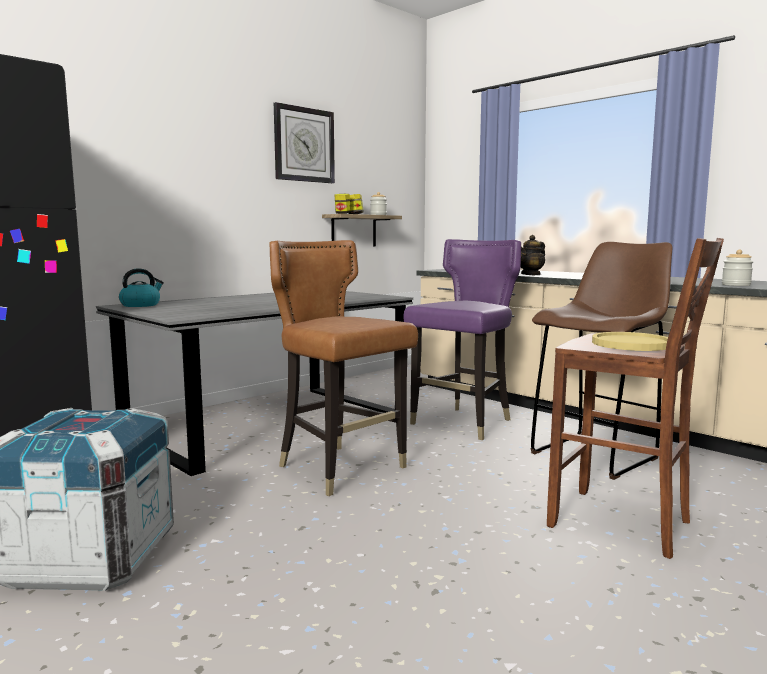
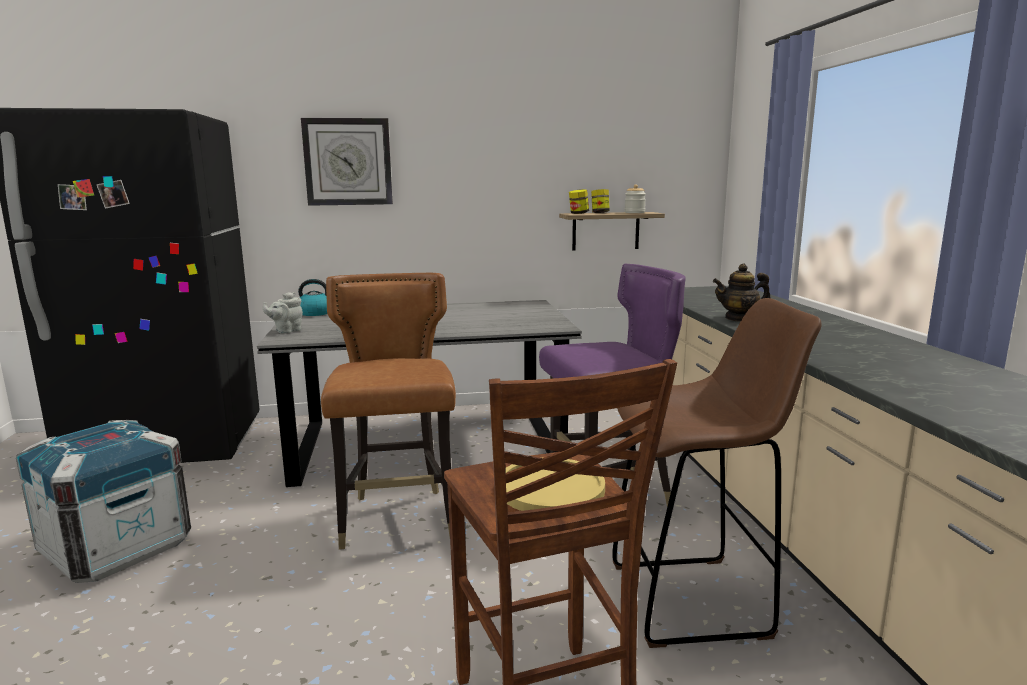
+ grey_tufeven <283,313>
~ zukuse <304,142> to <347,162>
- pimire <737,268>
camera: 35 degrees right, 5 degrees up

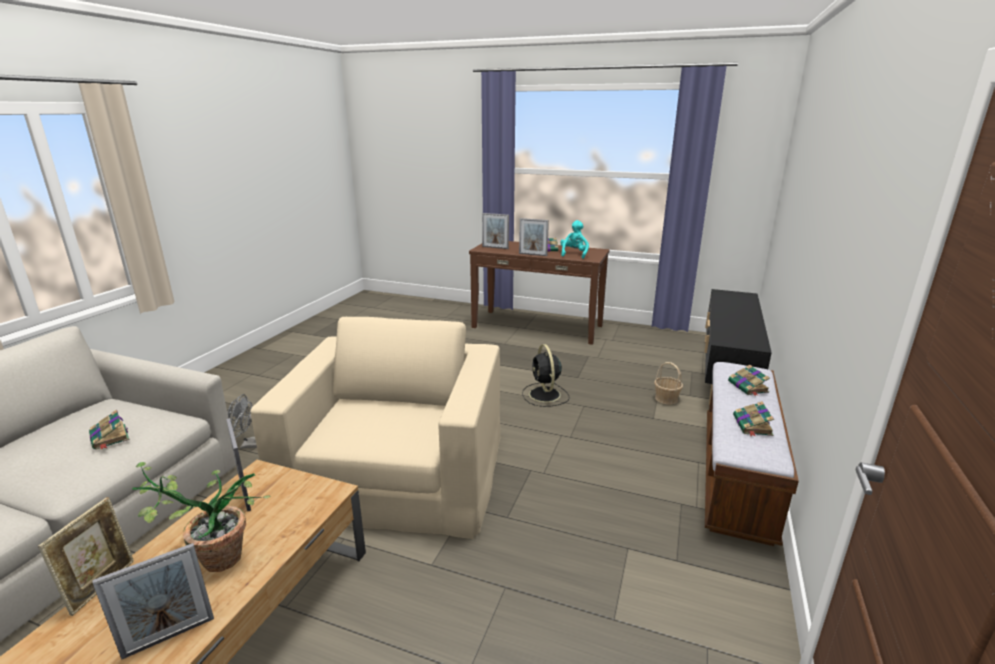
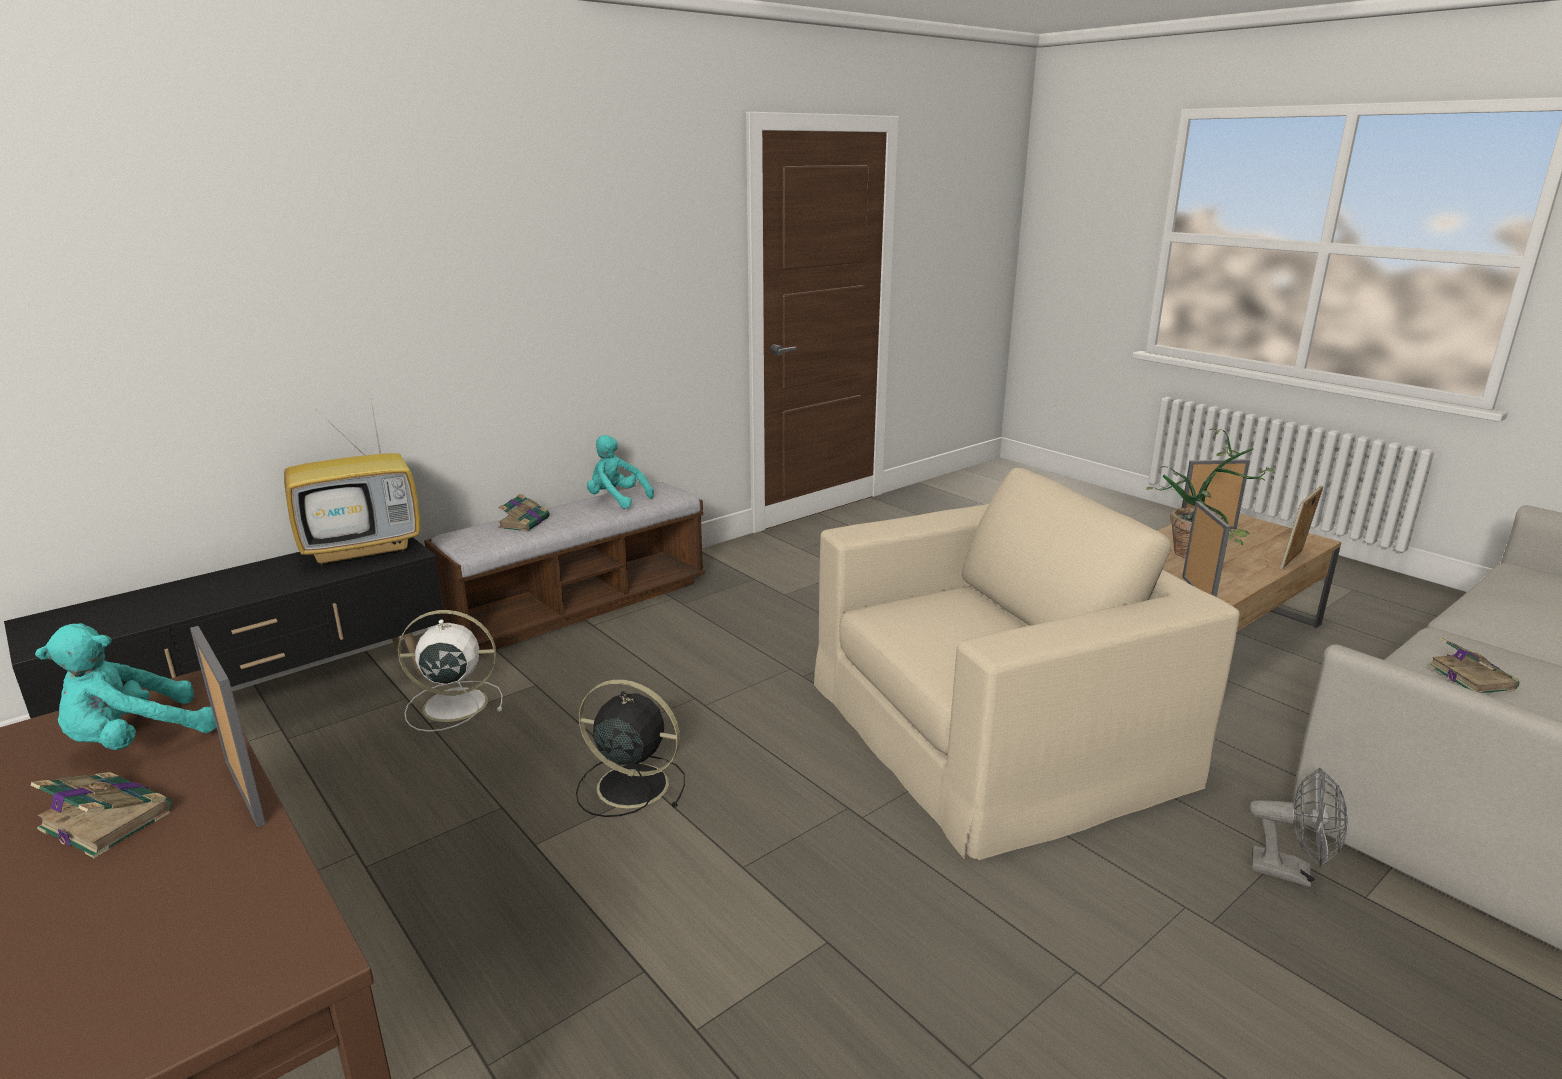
+ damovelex <352,477>
~ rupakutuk <668,383> to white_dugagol <450,671>
~ black_dugagol <545,375> = <630,748> 90 degrees counterclockwise
~ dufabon <753,419> to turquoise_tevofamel <620,472>
~ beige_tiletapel <375,428> = <1027,664> 150 degrees counterclockwise
- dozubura <495,231>
camera: 150 degrees left, 0 degrees up

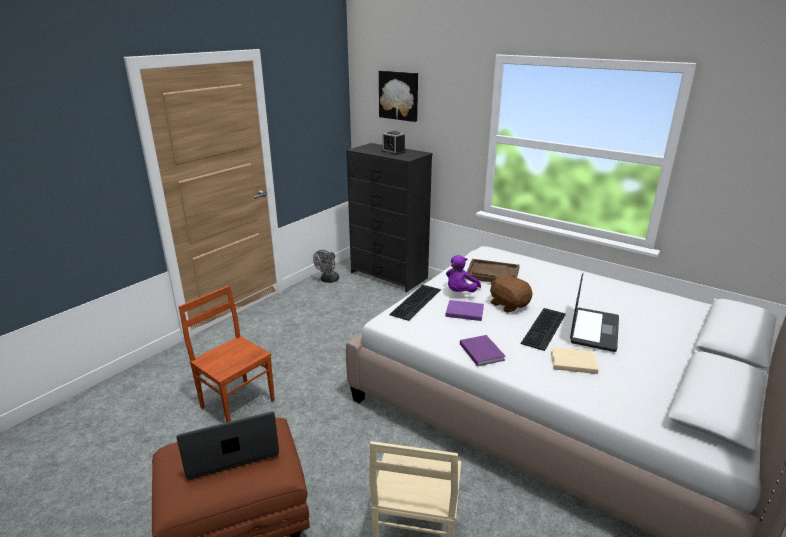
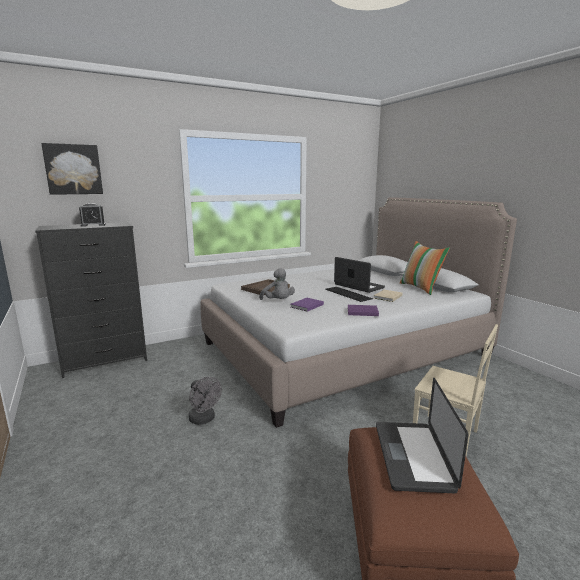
~ grey_dugagol <326,266> to <205,401>
~ purple_tevofamel <463,273> to grey_tevofamel <277,284>
+ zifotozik <425,268>
- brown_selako <227,354>
- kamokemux <415,303>
- brown_tevofamel <511,293>
camera: 65 degrees left, 10 degrees down

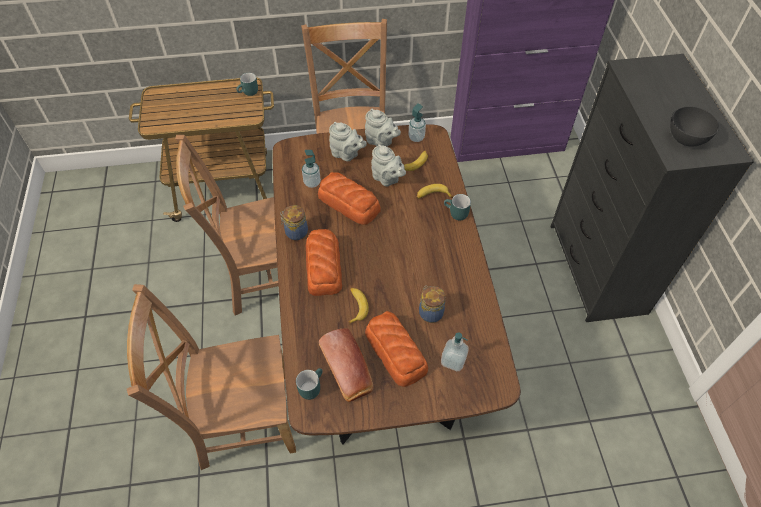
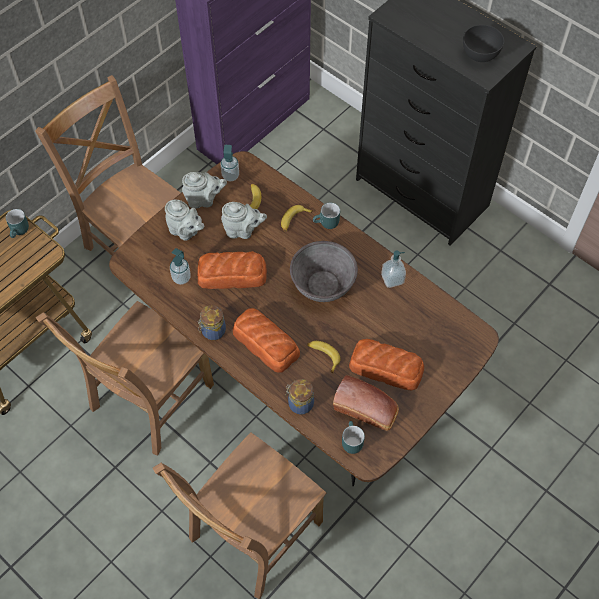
~ grey_tufeven <348,141> = <184,220> 45 degrees clockwise
~ pimire <432,304> to <300,397>
+ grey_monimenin <324,271>
~ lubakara <455,351> to <393,269>
camera: 40 degrees left, 5 degrees up

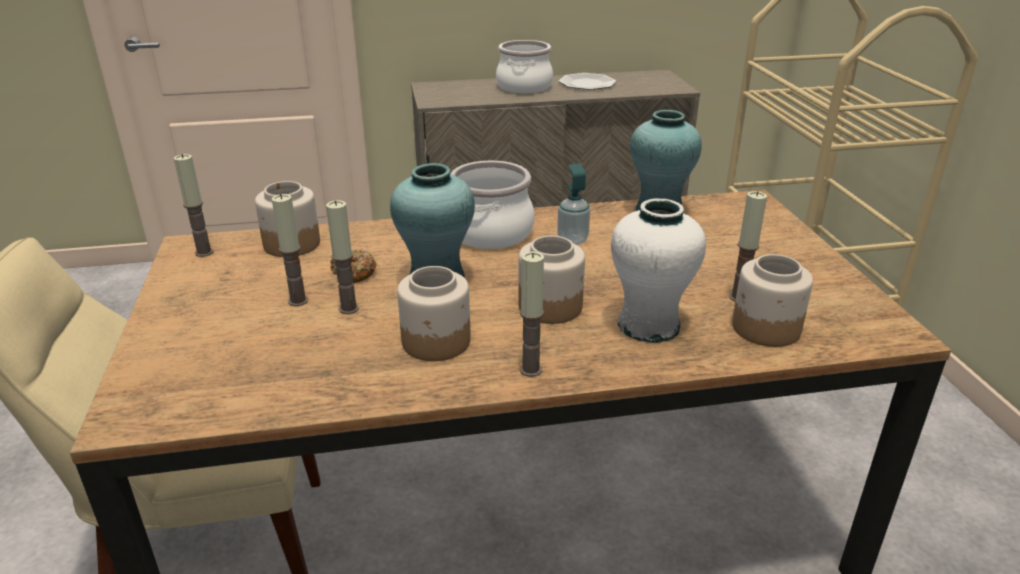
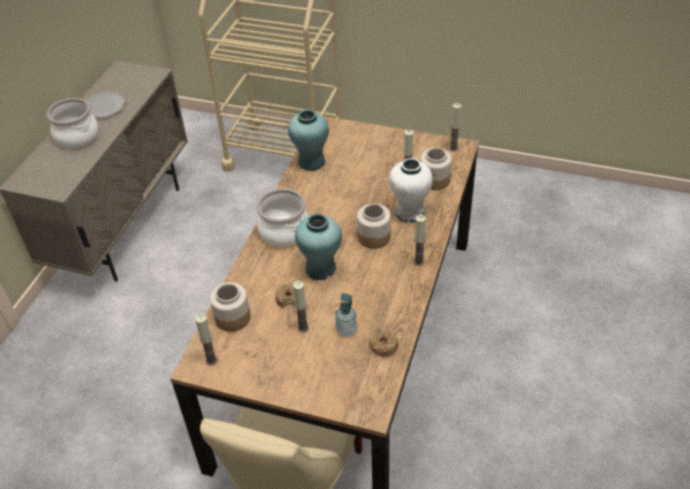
~ lubakara <573,204> to <346,315>
+ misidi <384,343>
~ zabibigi <342,257> to <455,127>
- pimire <434,313>
camera: 60 degrees left, 15 degrees up

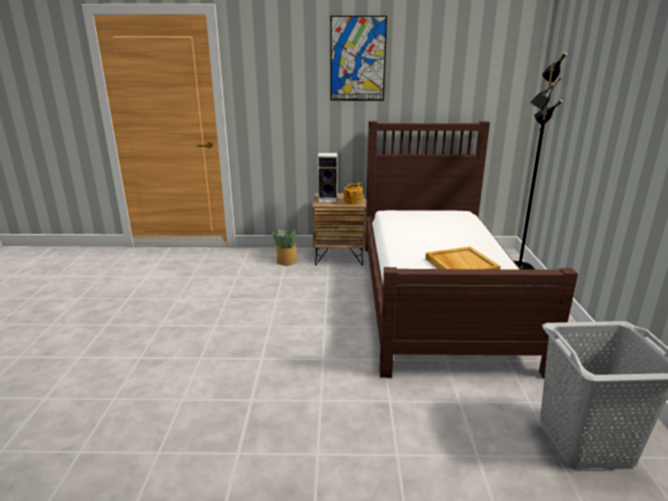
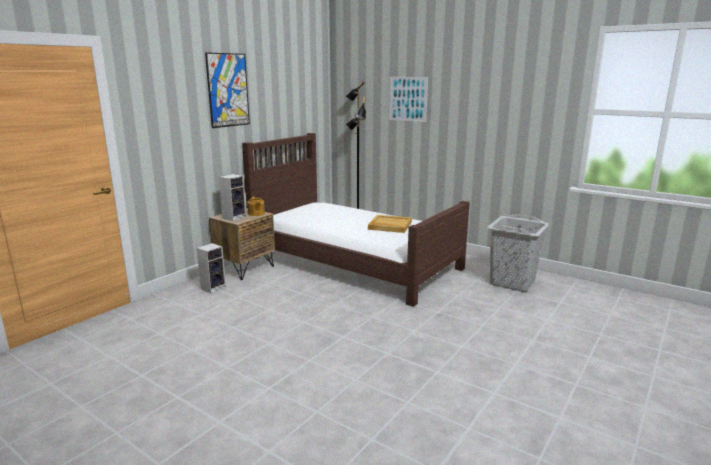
~ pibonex <284,247> to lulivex <211,268>
+ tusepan <408,99>
camera: 55 degrees left, 5 degrees down

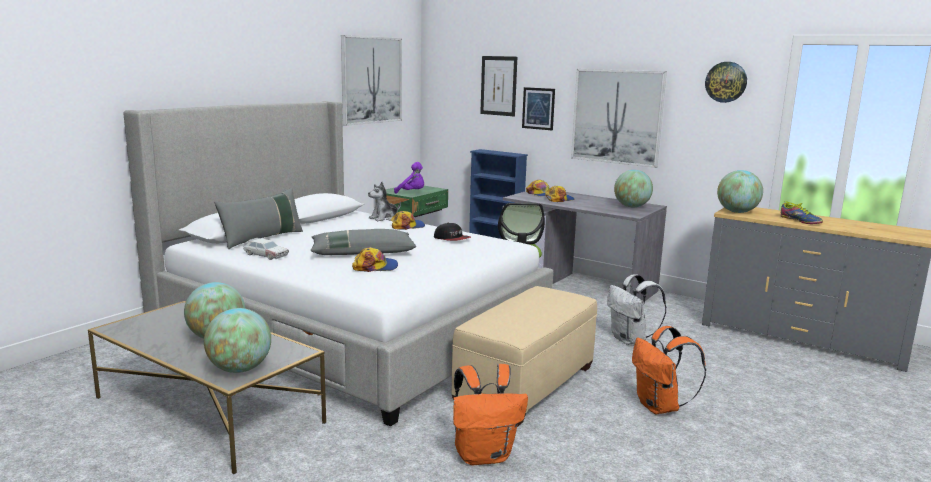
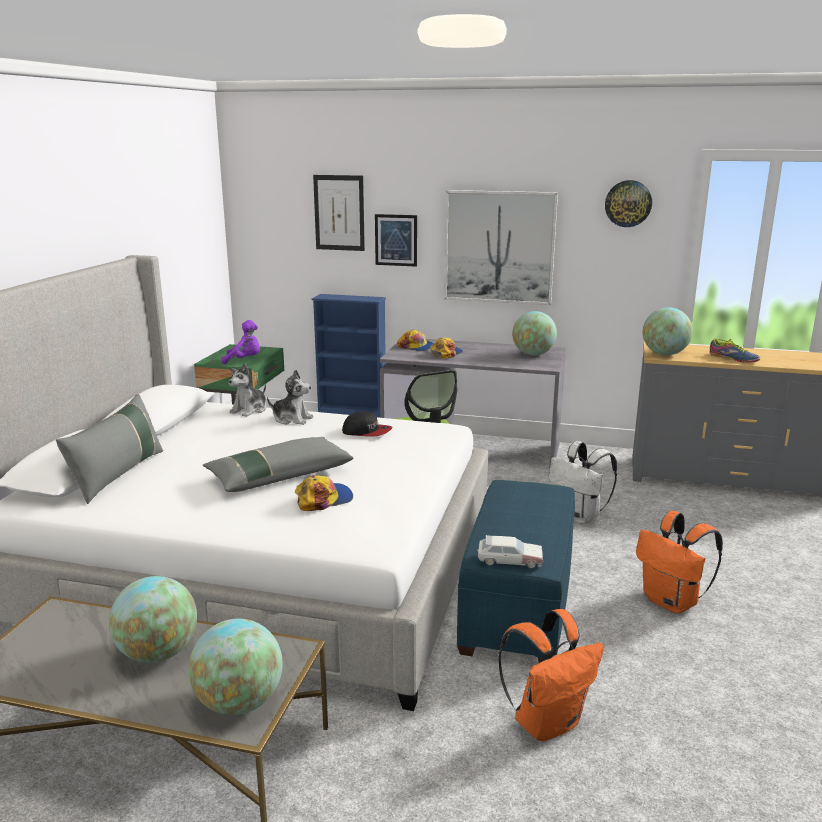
~ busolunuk <408,220> to tevofamel <290,397>
~ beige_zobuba <524,356> to blue_zobuba <516,571>
~ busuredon <266,249> to <510,552>
- tusepan <371,80>
camera: 20 degrees left, 5 degrees up

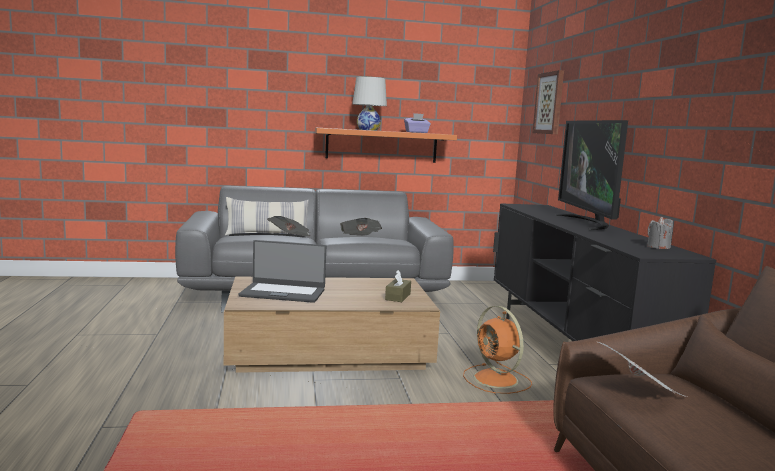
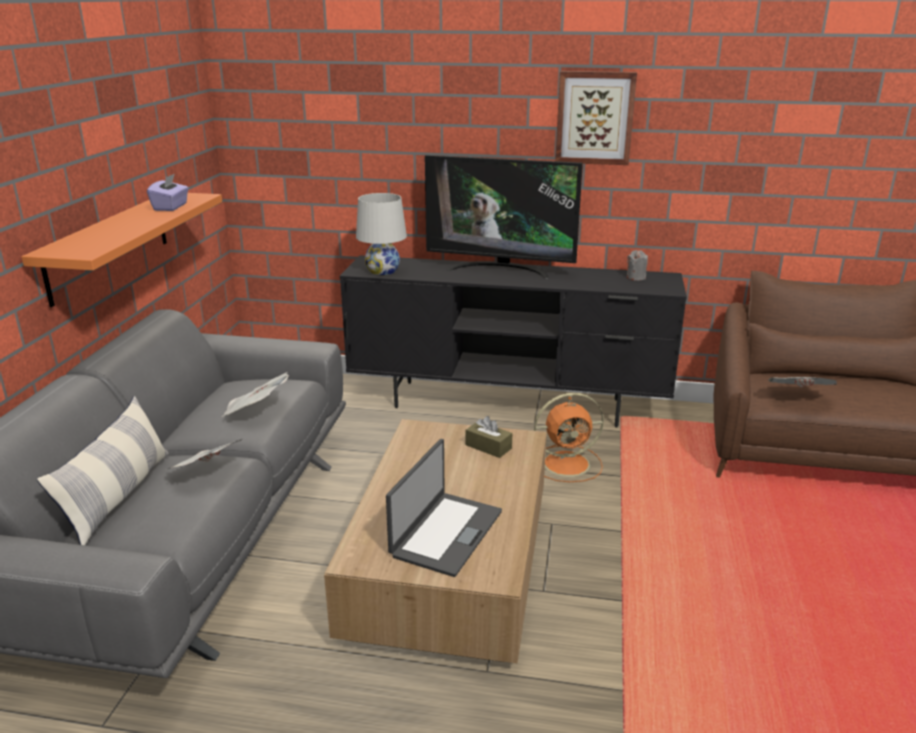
~ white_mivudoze <369,104> to <381,234>
~ tusepan <548,102> to <596,118>
camera: 70 degrees left, 15 degrees up

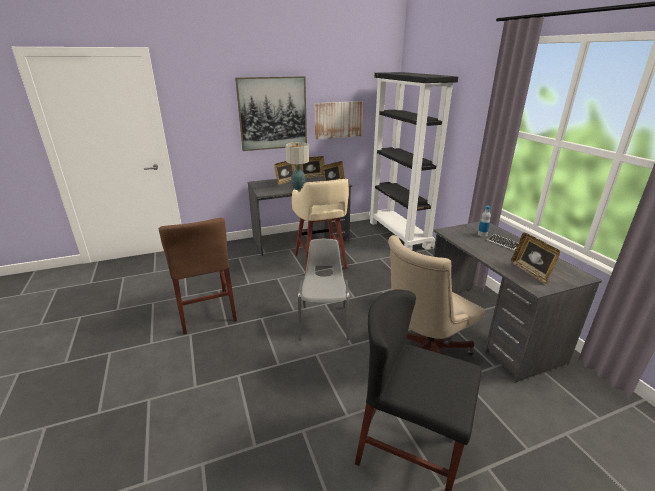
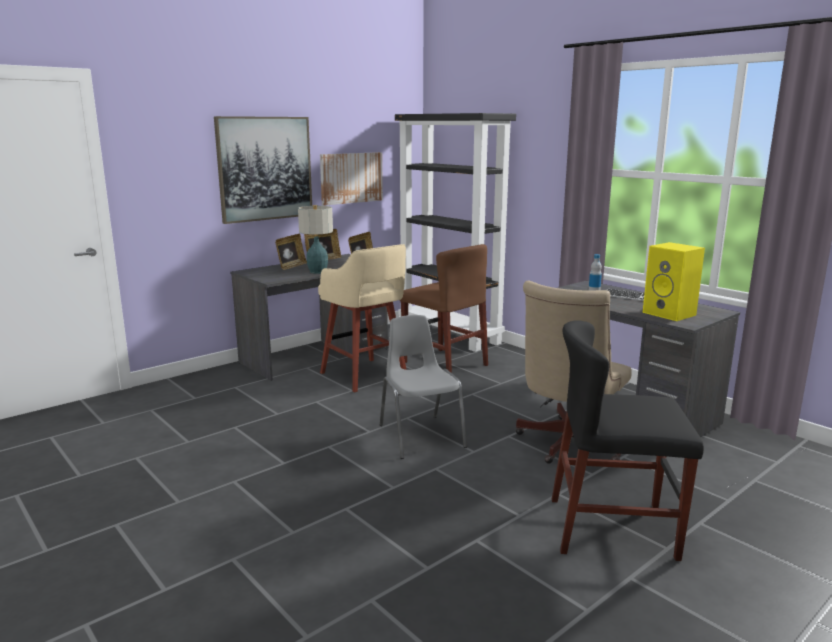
~ brown_selako <198,276> to <444,308>
~ dozubura <535,258> to yellow_lulivex <674,281>
camera: 20 degrees left, 10 degrees down

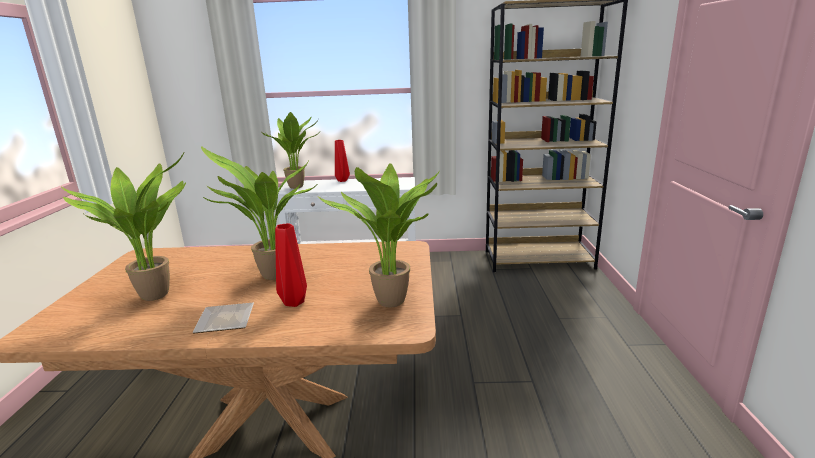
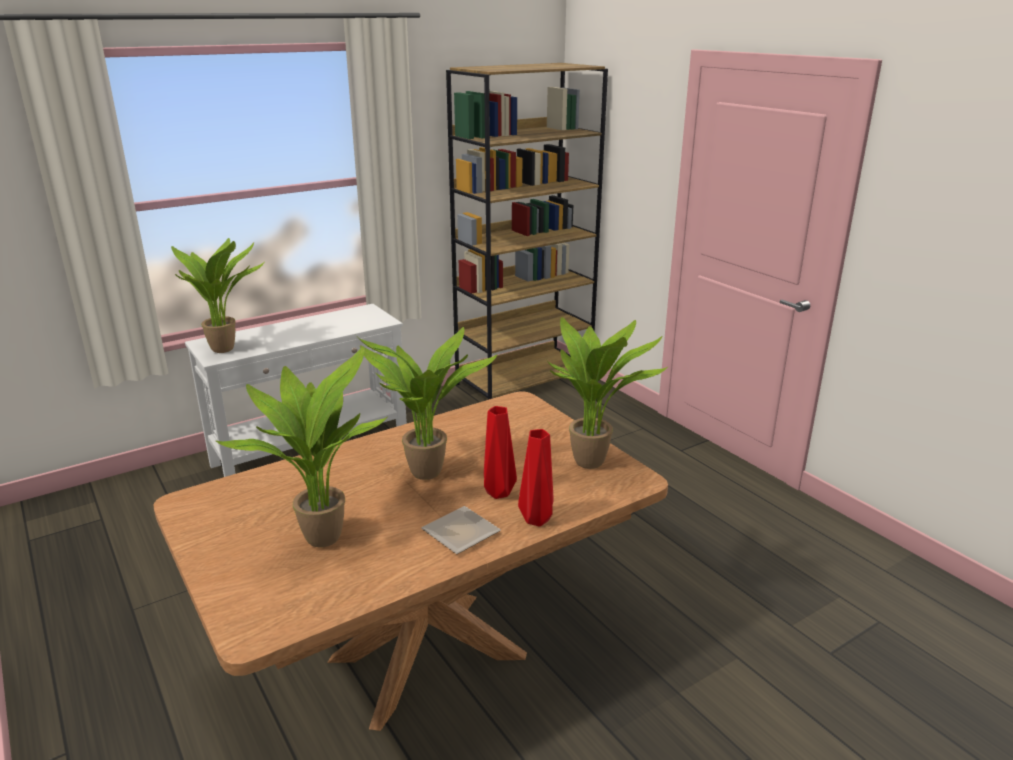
~ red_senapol <342,161> to <536,477>
camera: 35 degrees left, 5 degrees up

